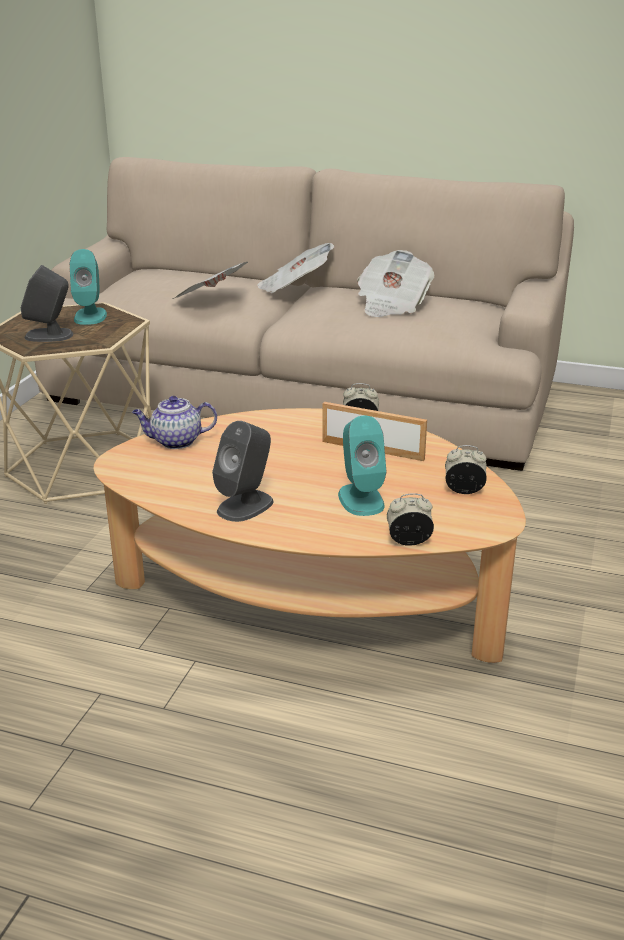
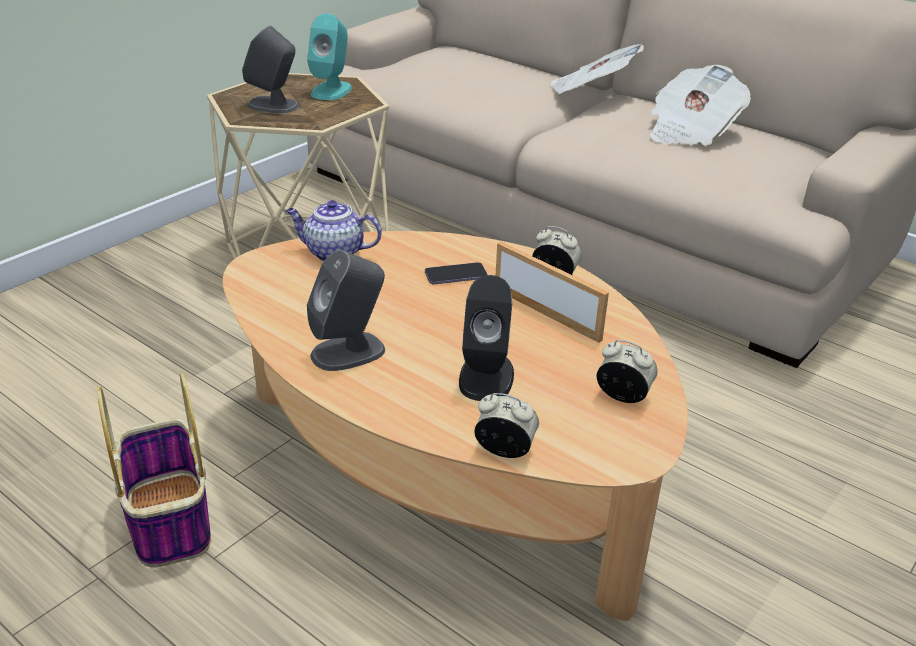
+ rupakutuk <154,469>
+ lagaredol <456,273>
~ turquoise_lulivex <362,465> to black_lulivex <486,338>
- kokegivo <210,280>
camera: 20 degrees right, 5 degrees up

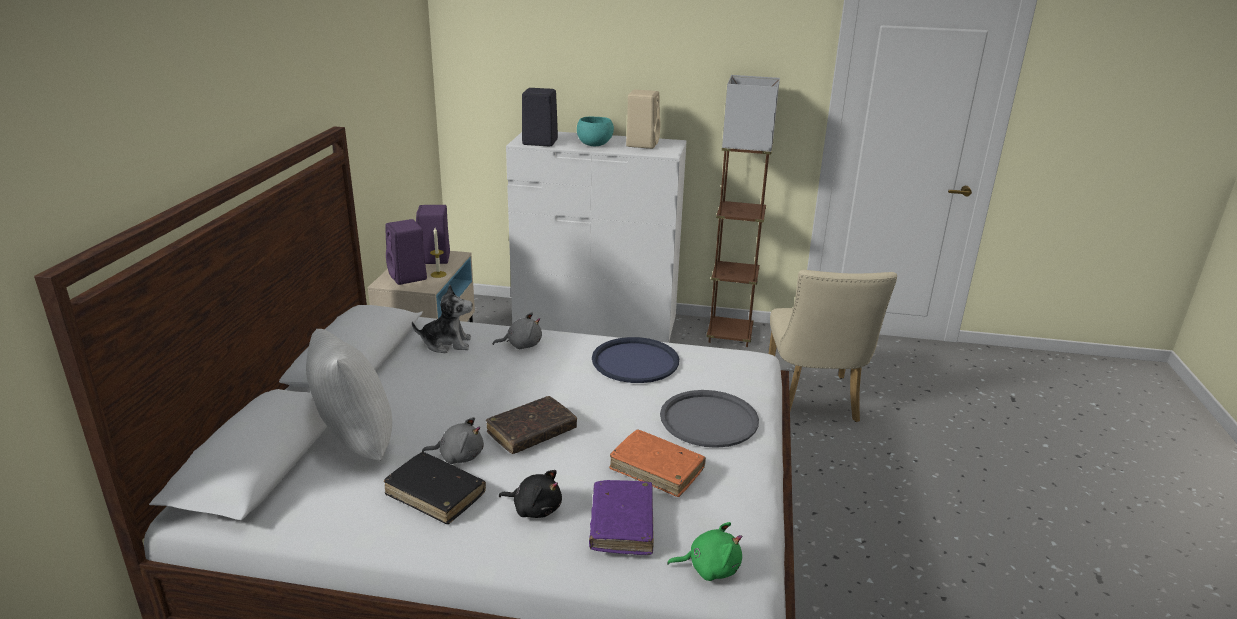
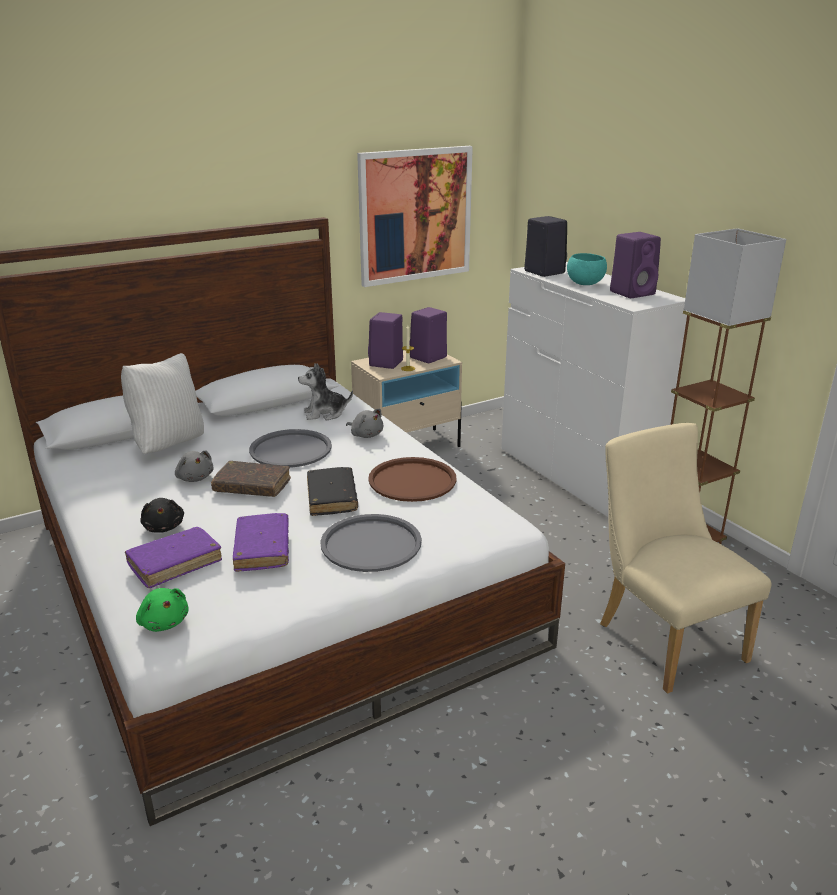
~ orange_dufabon <657,463> to purple_dufabon <261,542>
+ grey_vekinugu <290,448>
~ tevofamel <442,319> = <325,391> 120 degrees clockwise
~ black_dufabon <435,488> to <332,491>
+ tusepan <415,216>
~ blue_vekinugu <635,360> to brown_vekinugu <412,479>
~ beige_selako <832,346> = <686,558> 105 degrees clockwise
~ beige_lulivex <643,119> to purple_lulivex <635,265>
camera: 50 degrees right, 0 degrees up

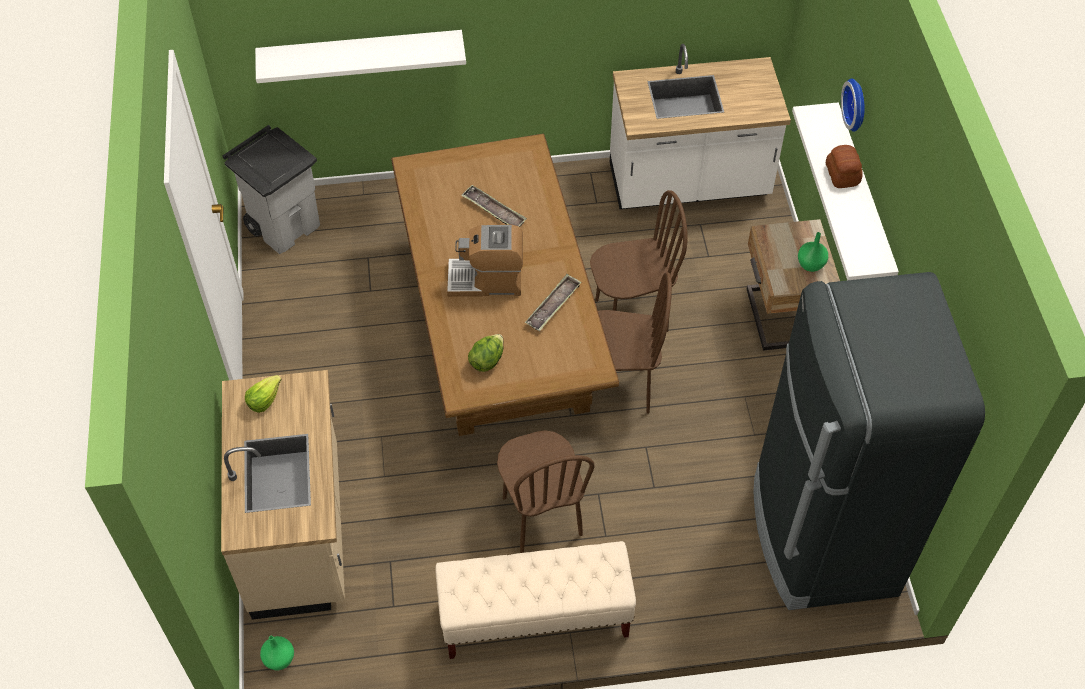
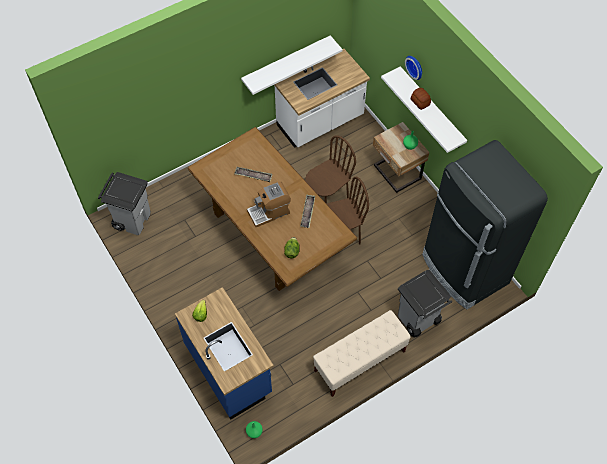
~ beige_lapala <283,495> to blue_lapala <224,353>
~ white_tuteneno <360,56> to <292,65>
+ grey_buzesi <425,303>
- brown_selako <545,491>
camera: 25 degrees left, 5 degrees up

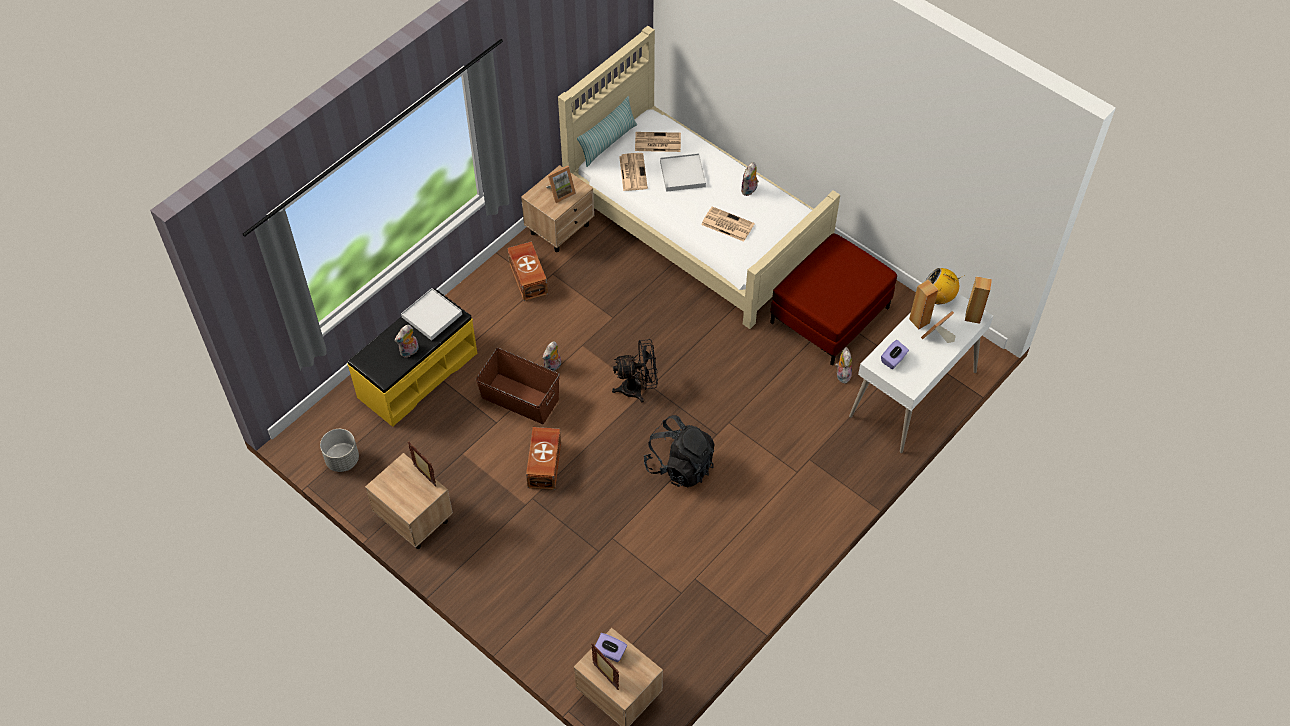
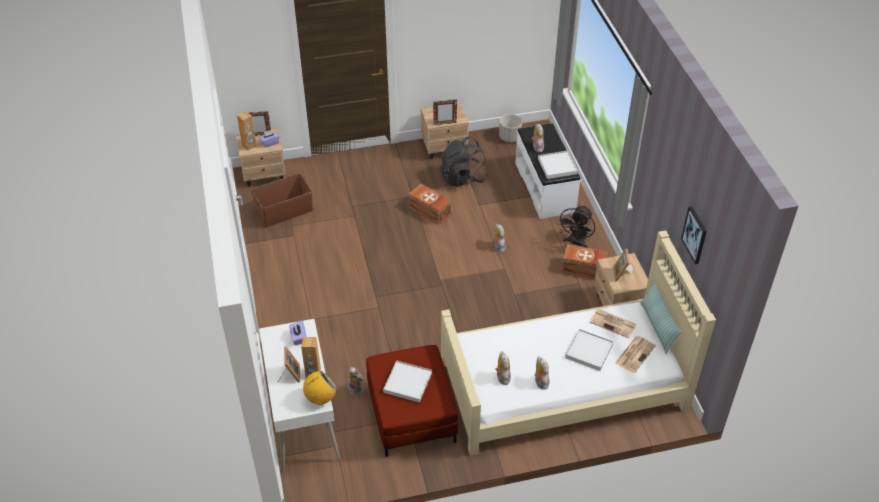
~ brown_lulivex <978,300> to <247,130>
~ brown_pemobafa <518,386> to <282,200>
+ white_vekinugu <407,381>
~ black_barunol <679,451> to <463,162>
+ tevofamel <503,368>
~ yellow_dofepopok <412,358> to white_dofepopok <547,171>
~ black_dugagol <635,371> to <576,226>
+ tusepan <694,235>
- kokegivo <728,224>
camera: 125 degrees right, 10 degrees down

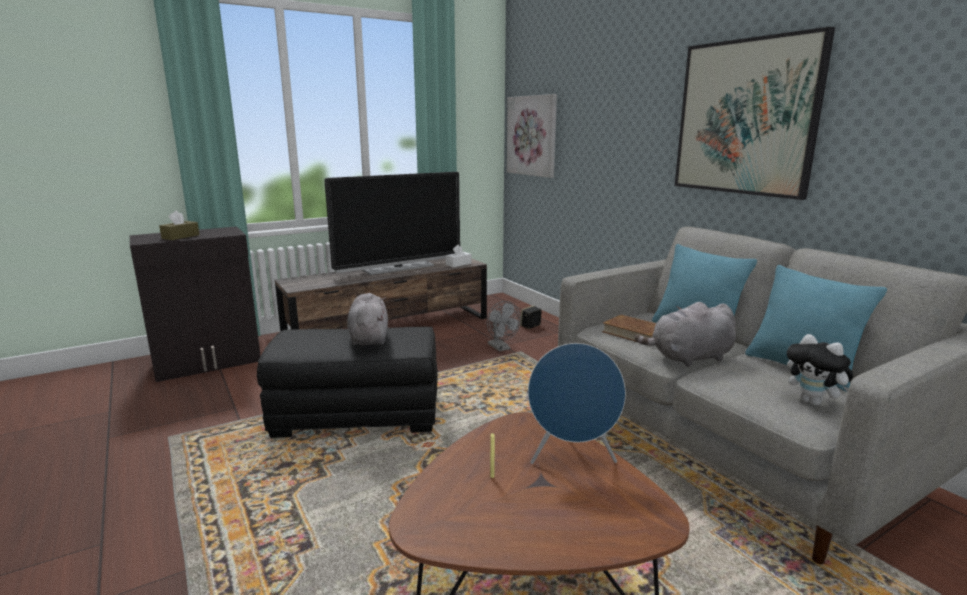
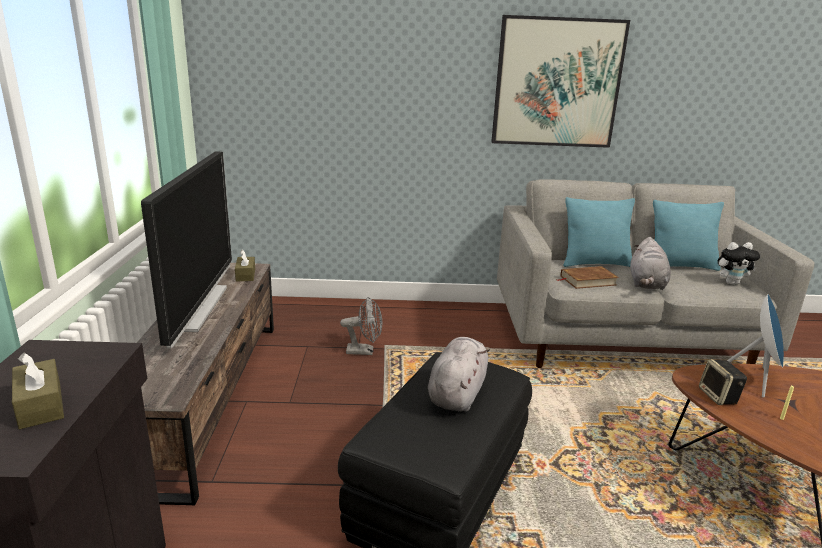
~ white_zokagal <459,255> to brown_zokagal <245,266>
~ grey_tevofamel <367,319> = <459,374> 90 degrees clockwise
~ lulivex <531,317> to <723,382>
- tusepan <532,136>
camera: 60 degrees left, 5 degrees up

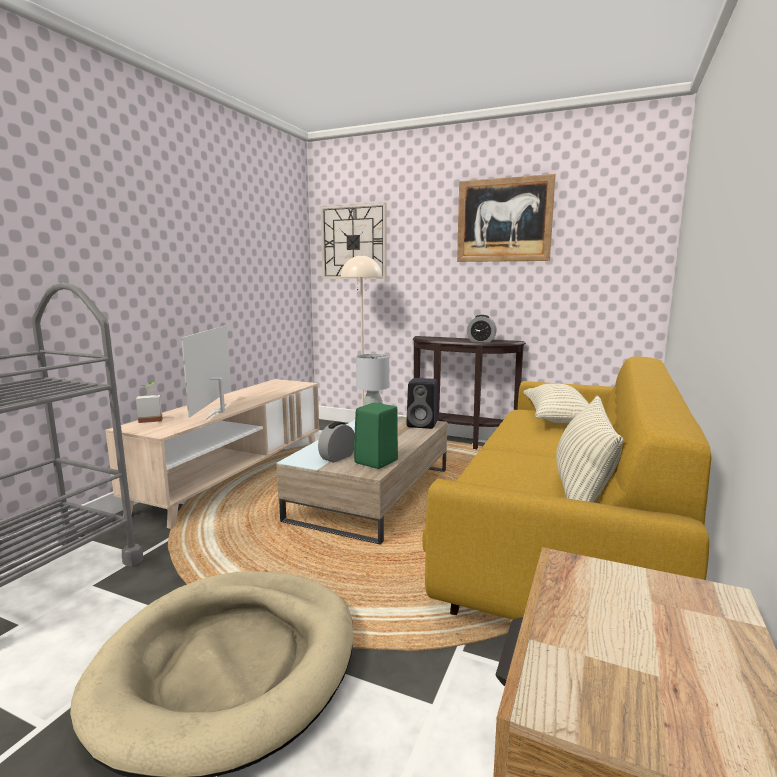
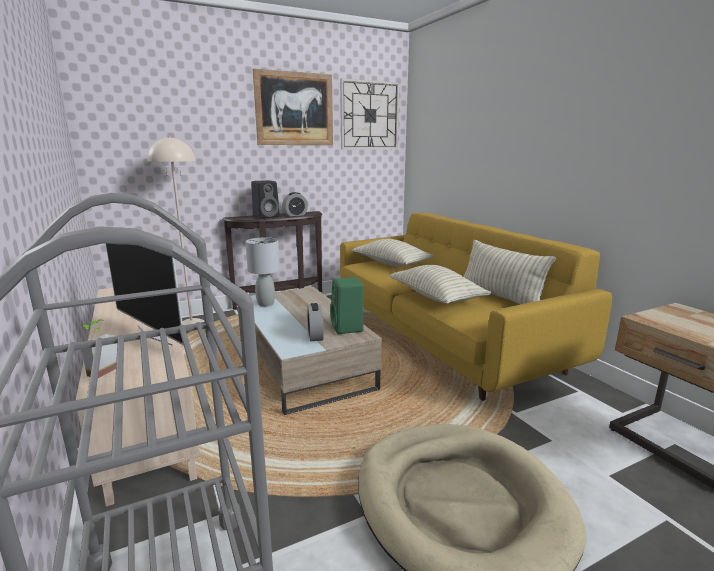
~ black_lulivex <422,403> to <265,199>
~ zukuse <353,241> to <370,114>
+ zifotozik <440,284>
camera: 50 degrees left, 5 degrees up

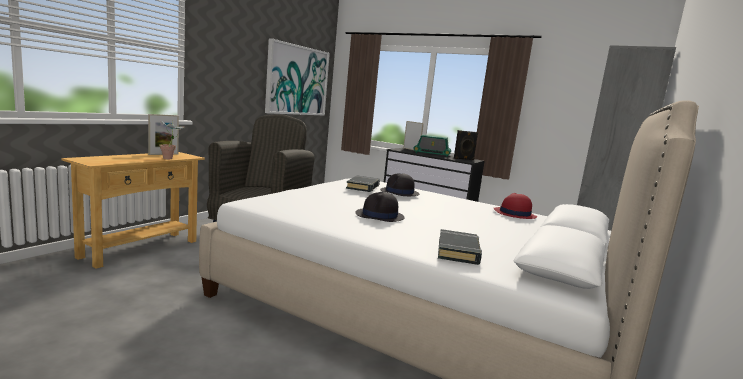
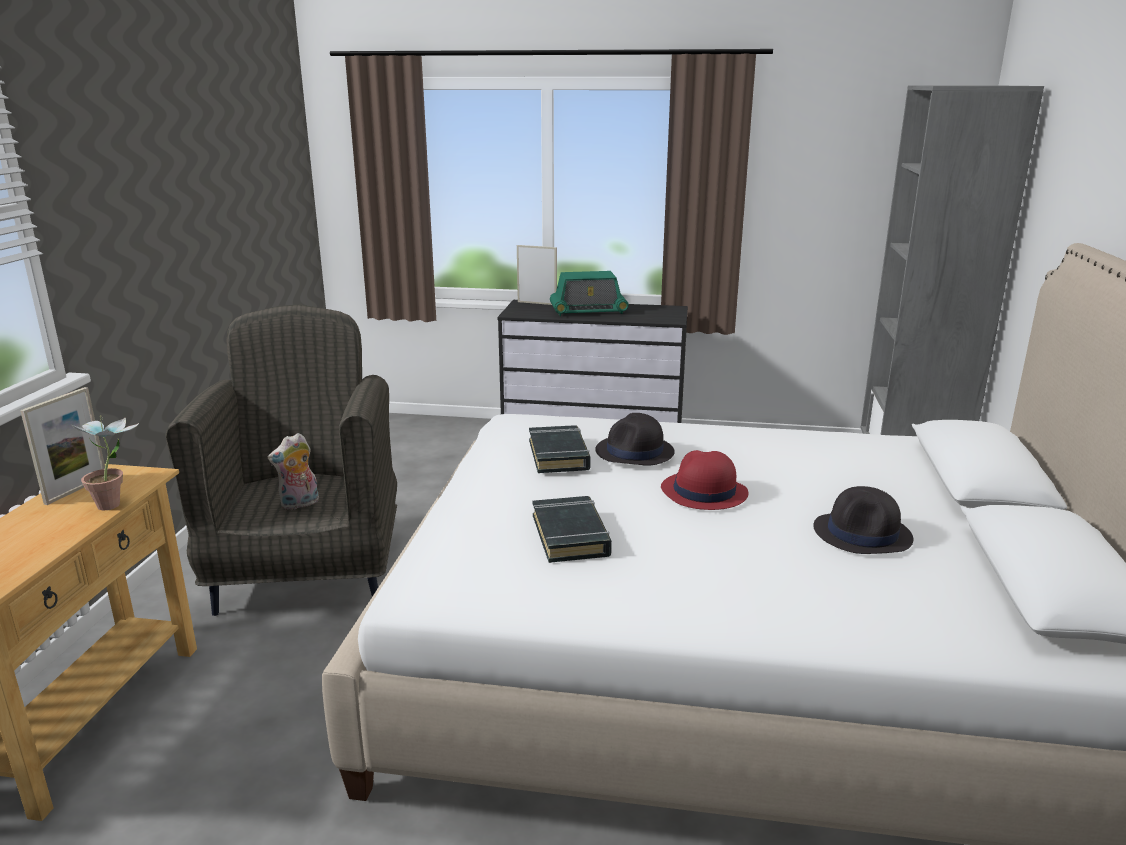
+ tevofamel <293,471>
~ black_dufabon <460,247> to <572,529>
~ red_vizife <515,206> to <704,480>
~ black_vizife <380,207> to <863,520>
- tusepan <297,77>
- black_lulivex <466,145>
camera: 20 degrees left, 10 degrees up

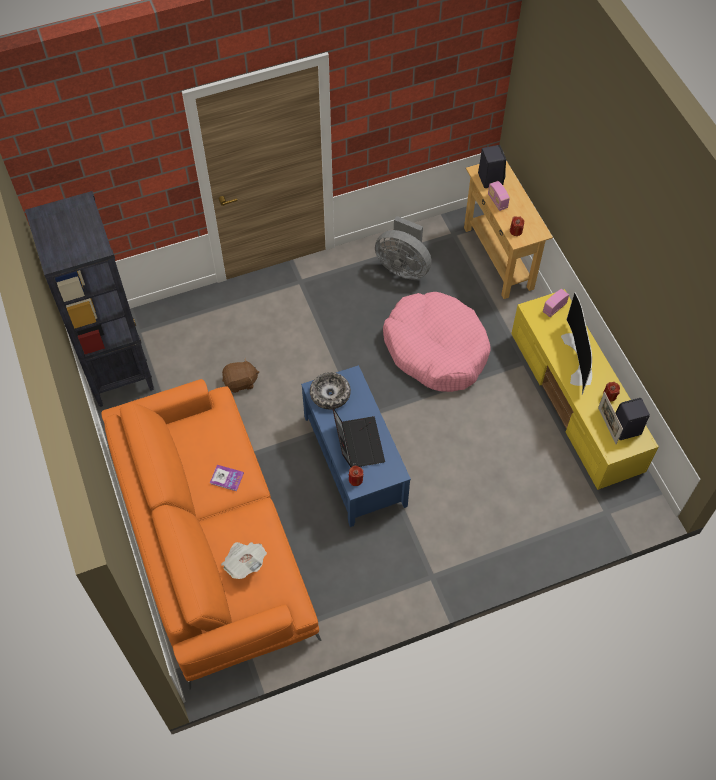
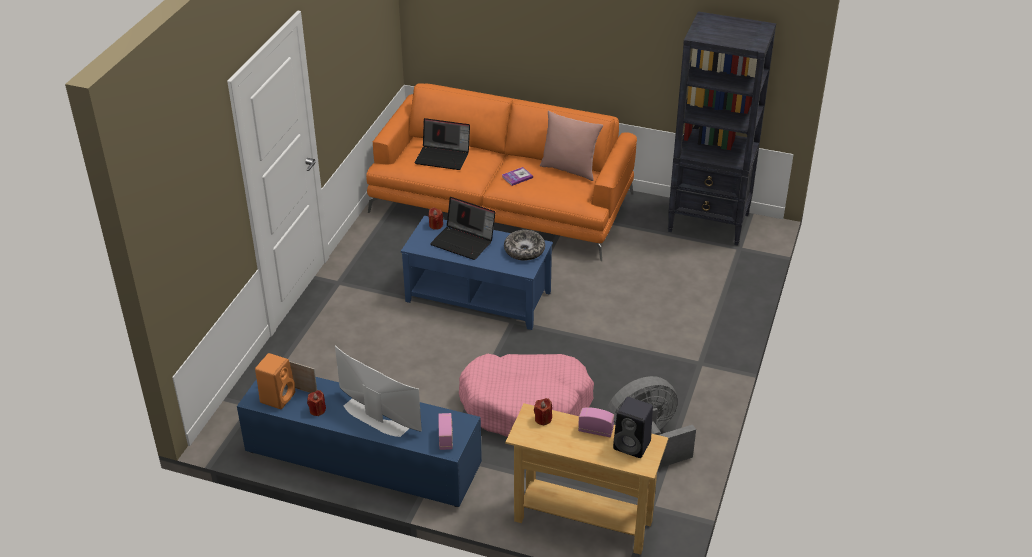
~ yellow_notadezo <585,389> to blue_notadezo <359,442>
~ black_lulivex <632,419> to orange_lulivex <275,381>
~ kokegivo <244,560> to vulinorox <442,144>
+ pink_zifotozik <571,145>
- brown_tevofamel <240,375>
camera: 130 degrees right, 20 degrees down

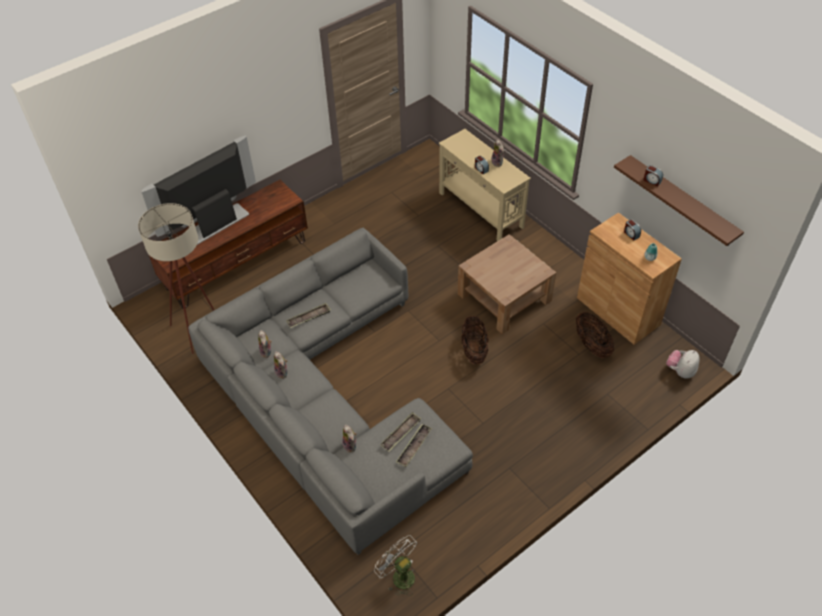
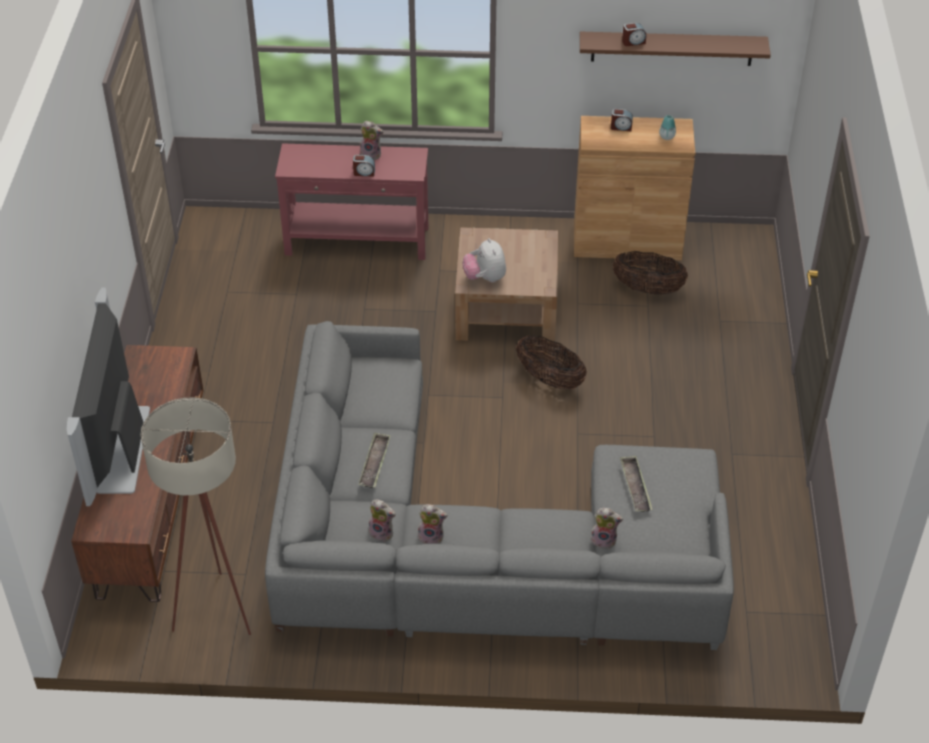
~ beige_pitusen <485,185> to red_pitusen <352,201>
~ tevofamel <683,364> to <484,260>
- white_dugagol <395,565>
- vekinugu <414,445>
camera: 50 degrees left, 5 degrees down

